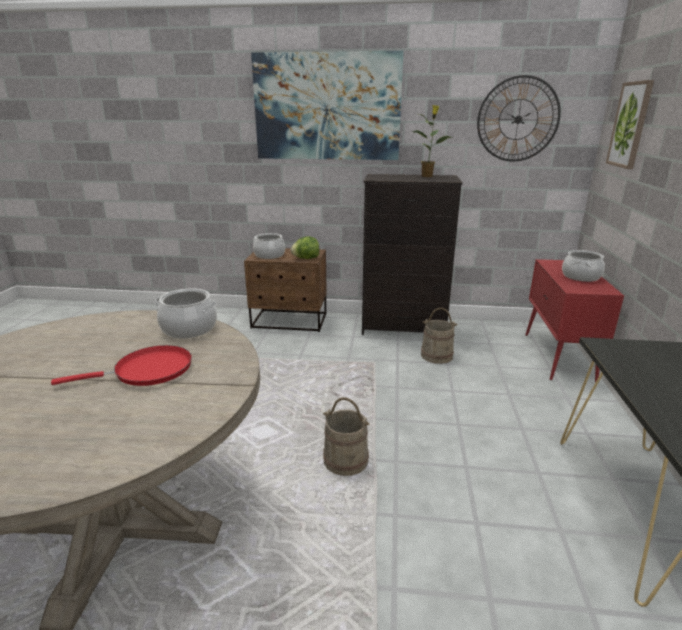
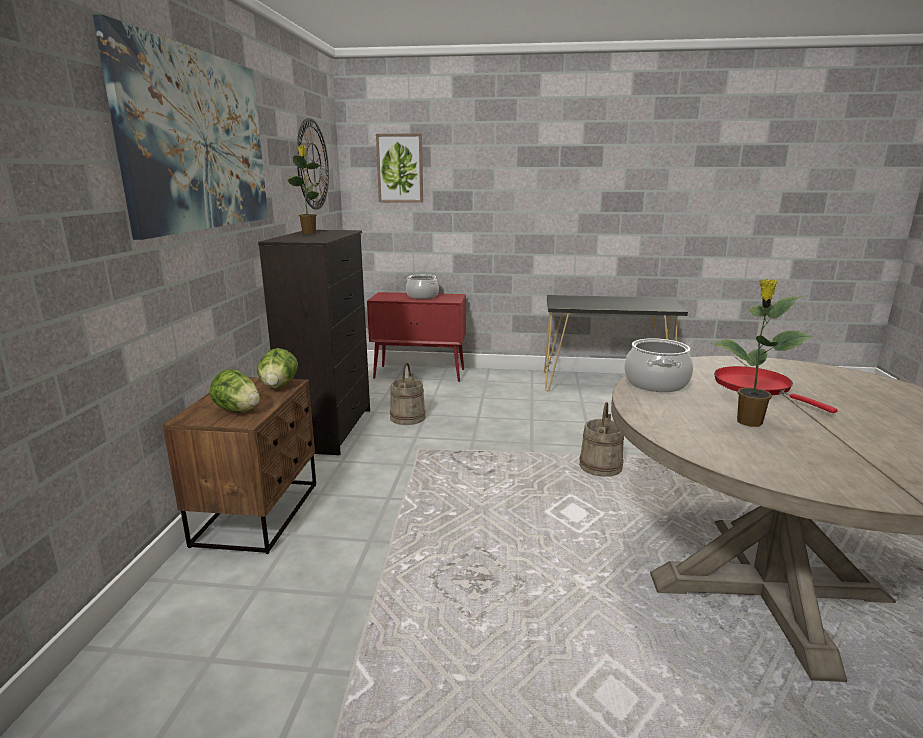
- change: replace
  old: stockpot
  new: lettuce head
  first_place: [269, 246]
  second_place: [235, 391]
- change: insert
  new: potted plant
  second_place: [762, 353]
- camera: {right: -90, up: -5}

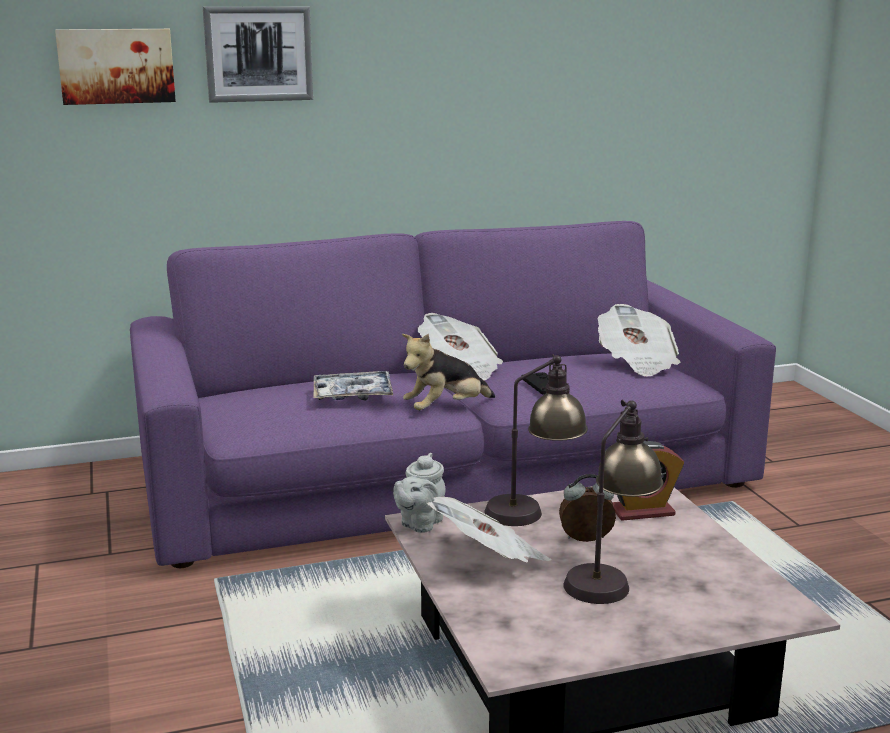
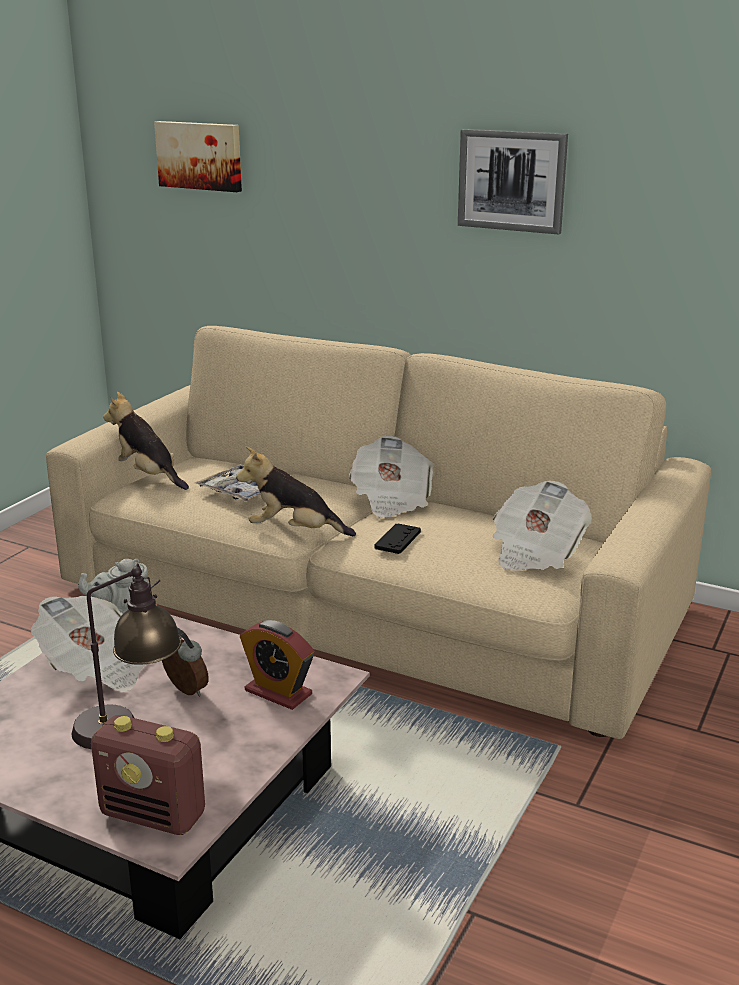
- change: recolor
  old: purple-coloured settee
  new: beige settee
  first_place: [453, 394]
  second_place: [378, 532]
- change: move
  old: picture
  first_place: [258, 54]
  second_place: [513, 181]
- change: delete
  old: lamp for a table
  first_place: [536, 440]
- change: insert
  new: radio receiver
  second_place: [148, 775]
- change: insert
  new: soft toy
  second_place: [146, 441]
- camera: {right: 45, up: 5}

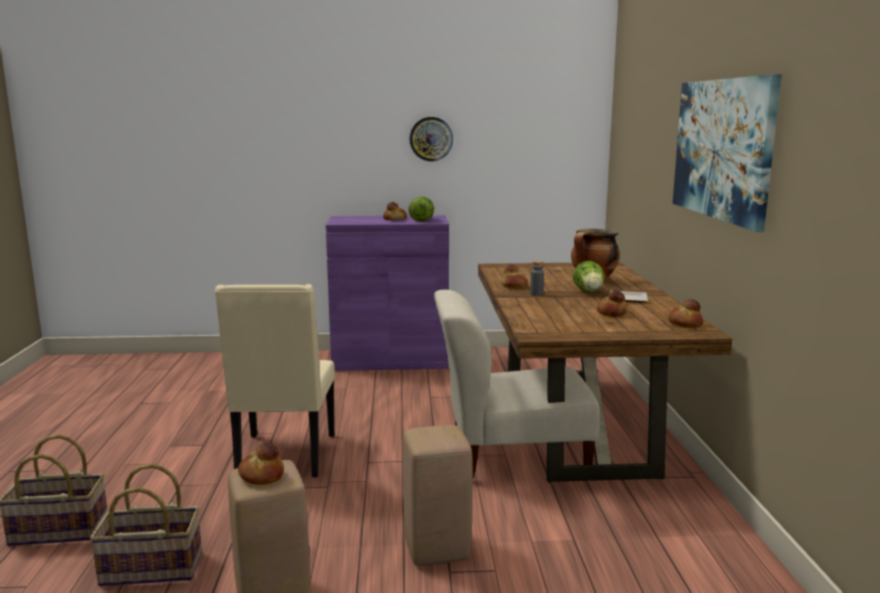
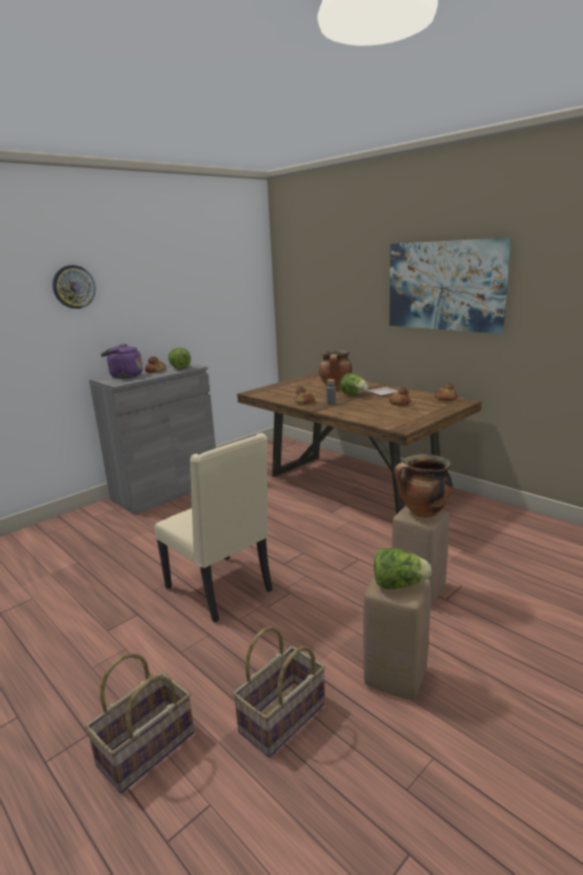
- change: replace
  old: bakery bread
  new: lettuce head
  first_place: [261, 464]
  second_place: [403, 568]
- change: recolor
  old: purple-coloured cupboard
  new: grey cupboard
  first_place: [387, 293]
  second_place: [152, 439]
- change: move
  old: wall clock
  first_place: [431, 139]
  second_place: [74, 287]
- change: delete
  old: beige chair
  first_place: [517, 383]
- change: insert
  new: purple-coloured tea kettle
  second_place: [122, 361]
- change: insert
  new: stockpot
  second_place: [423, 486]
- camera: {right: -40, up: 5}

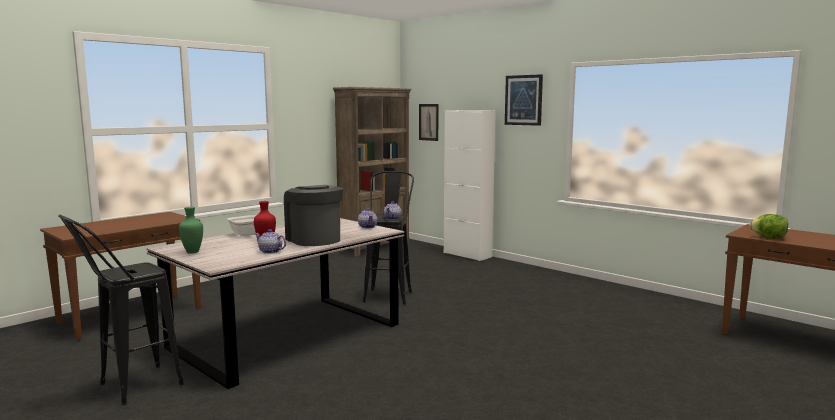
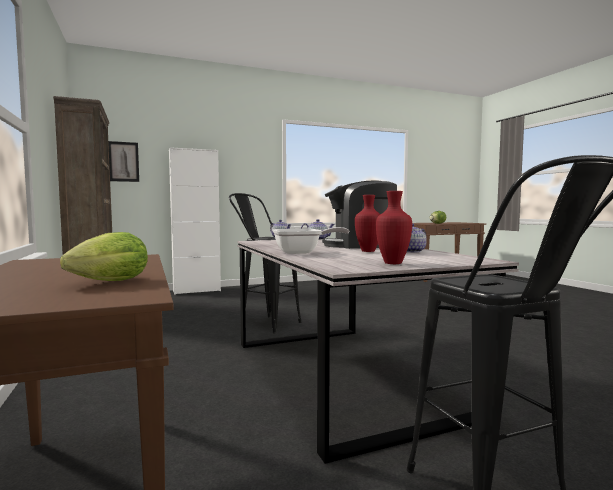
- change: recolor
  old: green-coloured decorative vase
  new: red-coloured decorative vase
  first_place: [191, 230]
  second_place: [394, 227]
- change: delete
  old: picture
  first_place: [524, 100]
- change: insert
  new: lettuce head
  second_place: [104, 256]
- camera: {right: -65, up: -5}

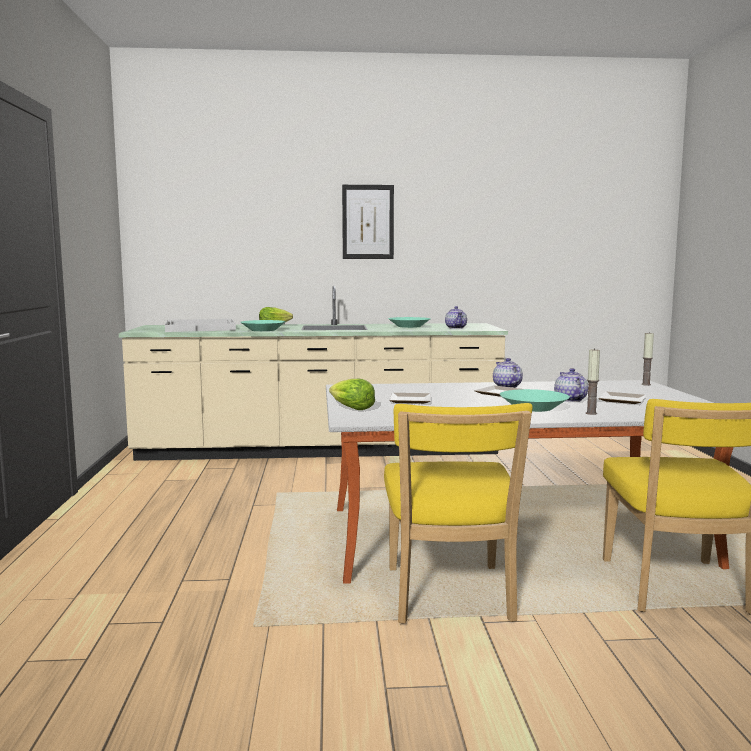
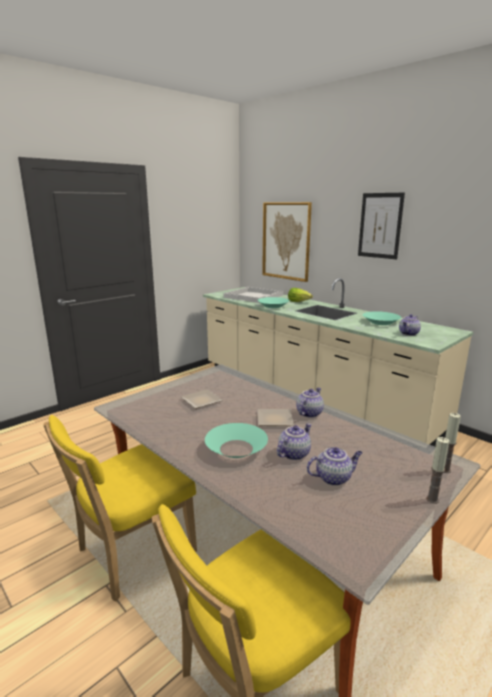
- change: delete
  old: lettuce head
  first_place: [352, 394]
- change: move
  old: wax light
  first_place: [593, 381]
  second_place: [437, 470]
- change: replace
  old: flat dish
  new: teapot
  first_place: [622, 398]
  second_place: [334, 466]
- change: insert
  new: picture
  second_place: [287, 242]
- camera: {right: 50, up: 10}

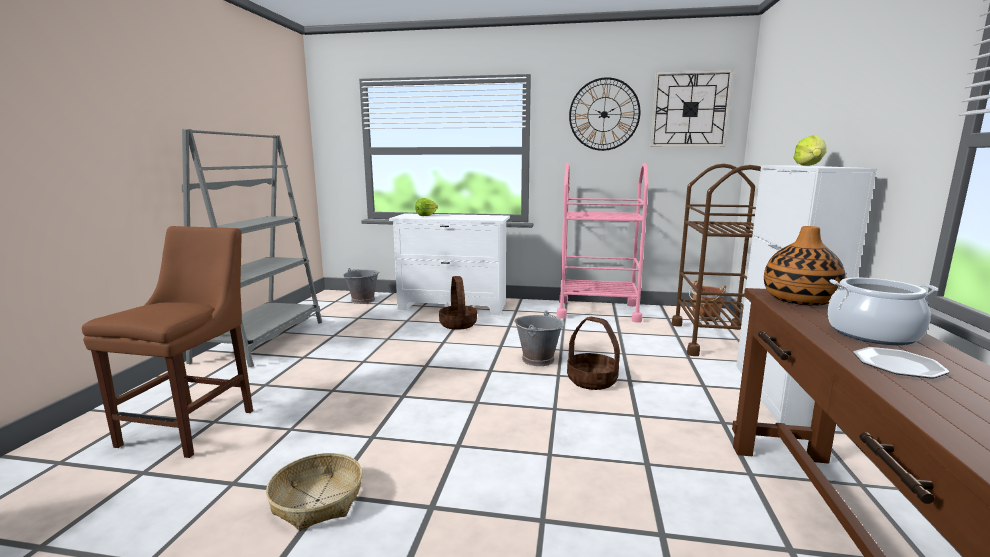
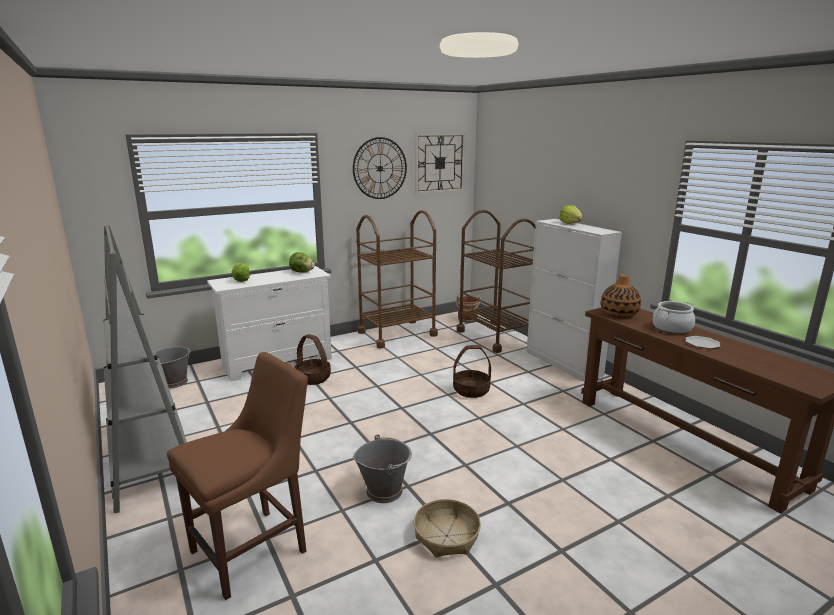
- change: rotate
  old: brown chair
  first_place: [167, 342]
  second_place: [237, 476]
  degrees: 75
- change: move
  old: grey bucket
  first_place: [539, 338]
  second_place: [382, 468]
- change: recolor
  old: pink cart
  new: brown cart
  first_place: [603, 243]
  second_place: [397, 279]
- change: insert
  new: lettuce head
  second_place: [302, 262]
- camera: {right: -40, up: 5}

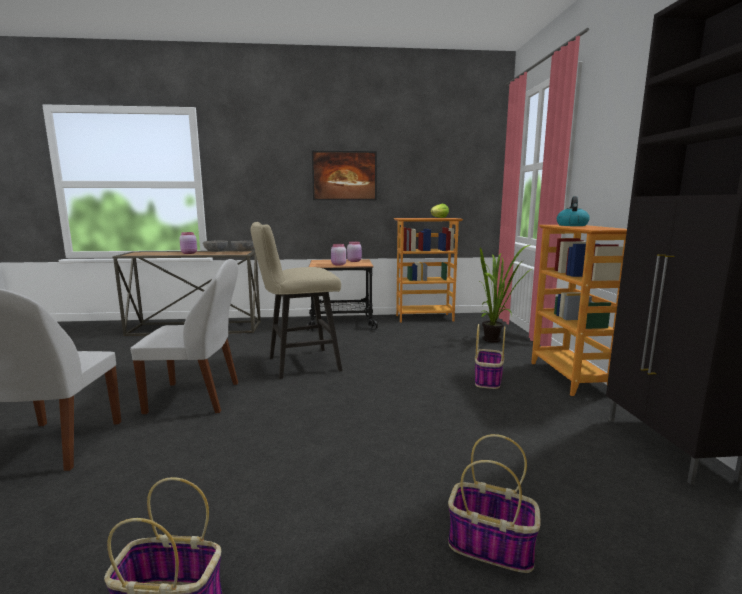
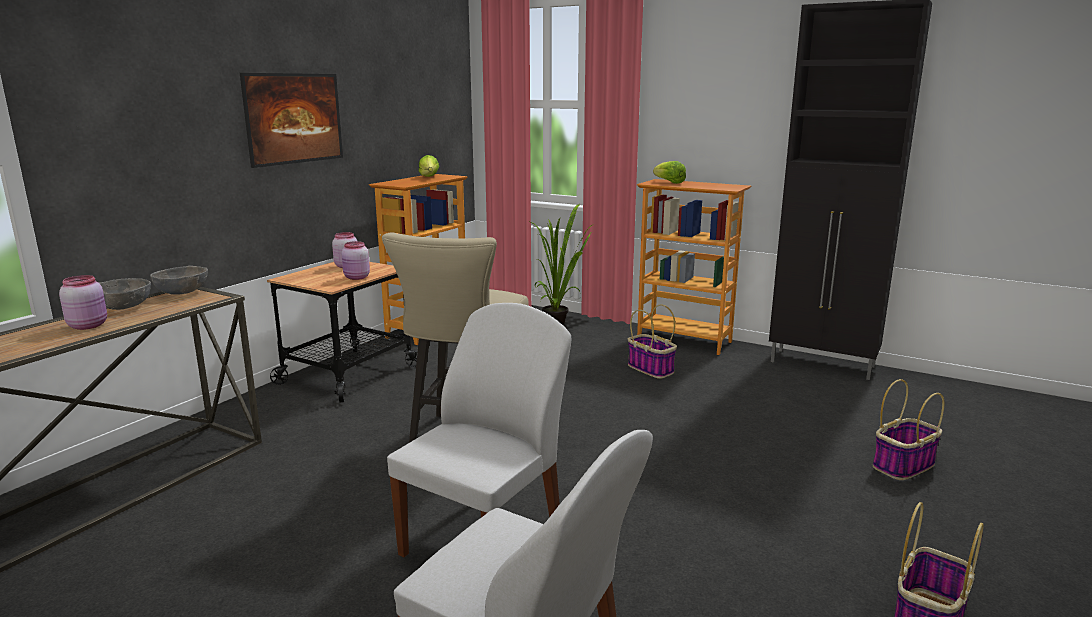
- change: replace
  old: tea kettle
  new: lettuce head
  first_place: [573, 211]
  second_place: [669, 172]
- camera: {right: -55, up: 5}

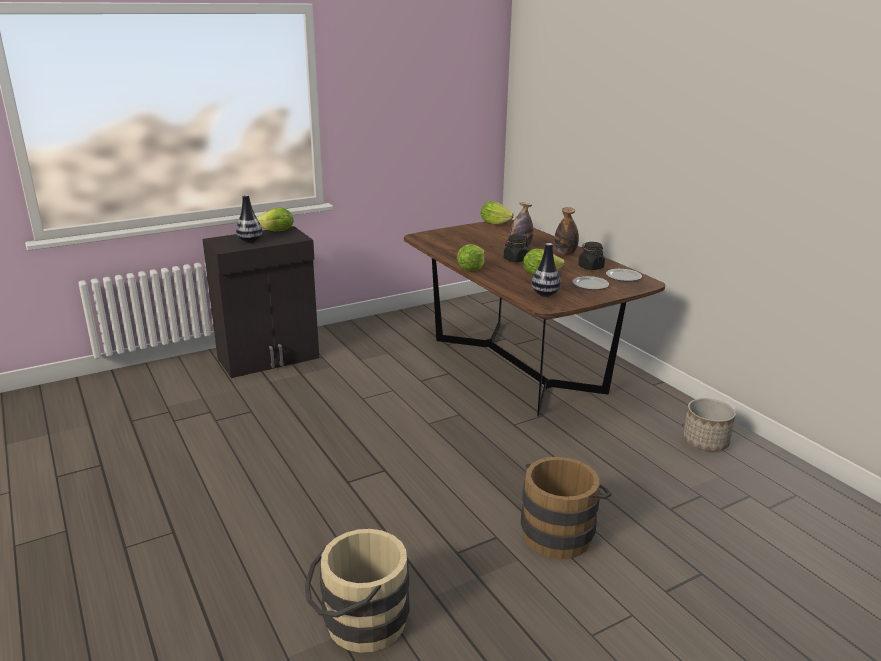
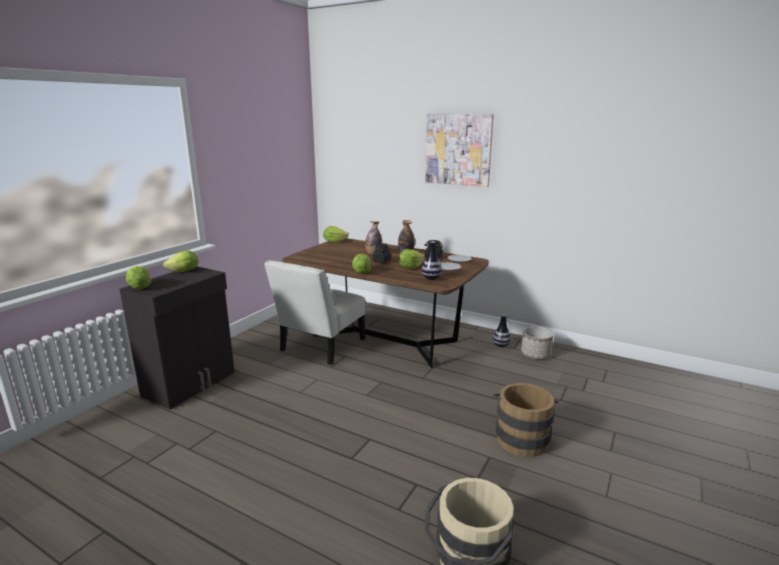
- change: move
  old: decorative vase
  first_place: [249, 219]
  second_place: [502, 331]
- change: insert
  new: lettuce head
  second_place: [138, 277]
- change: insert
  new: white-coloured chair
  second_place: [315, 312]
- change: insert
  new: picture
  second_place: [460, 150]
- camera: {right: -30, up: -5}

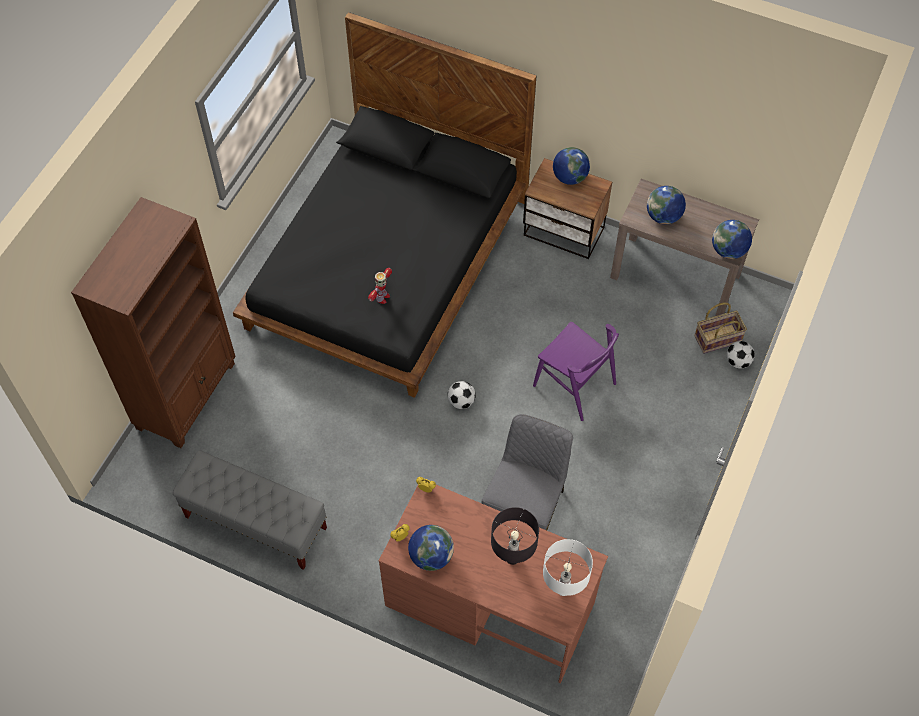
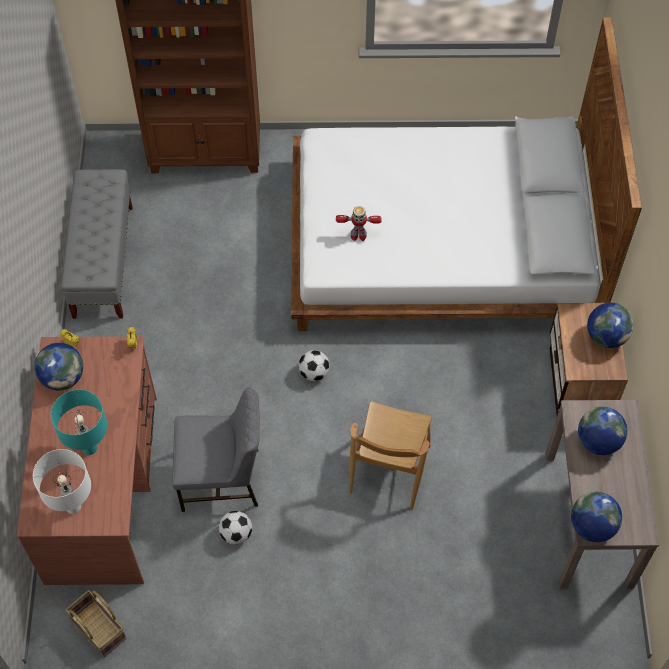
- change: recolor
  old: blackish sleeping bed
  new: white-coloured sleeping bed
  first_place: [384, 205]
  second_place: [466, 174]
- change: recolor
  old: blackish lamp for a table
  new: turquoise lamp for a table
  first_place: [515, 536]
  second_place: [79, 422]
- change: recolor
  old: purple-coloured chair
  new: brown chair
  first_place: [576, 371]
  second_place: [390, 455]
- change: move
  old: storage basket
  first_place: [720, 328]
  second_place: [95, 623]
- change: move
  old: football
  first_place: [740, 355]
  second_place: [235, 528]
- camera: {right: 65, up: 0}

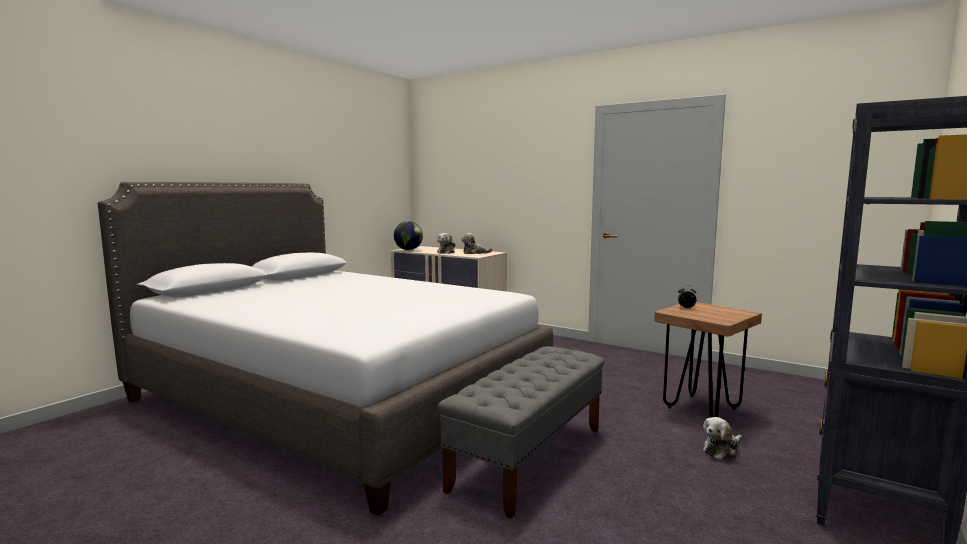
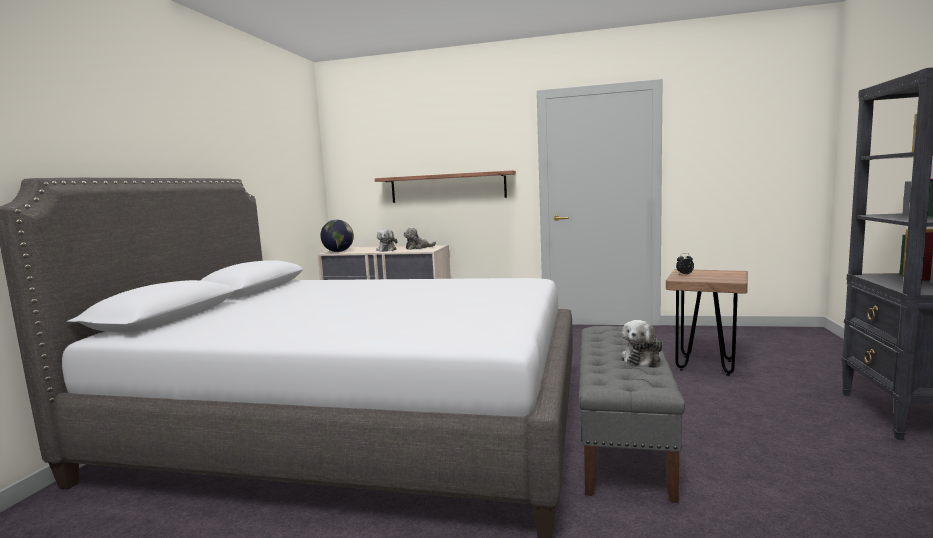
- change: move
  old: soft toy
  first_place: [722, 438]
  second_place: [642, 343]
- change: insert
  new: shelf
  second_place: [445, 186]
- camera: {right: -20, up: 0}

